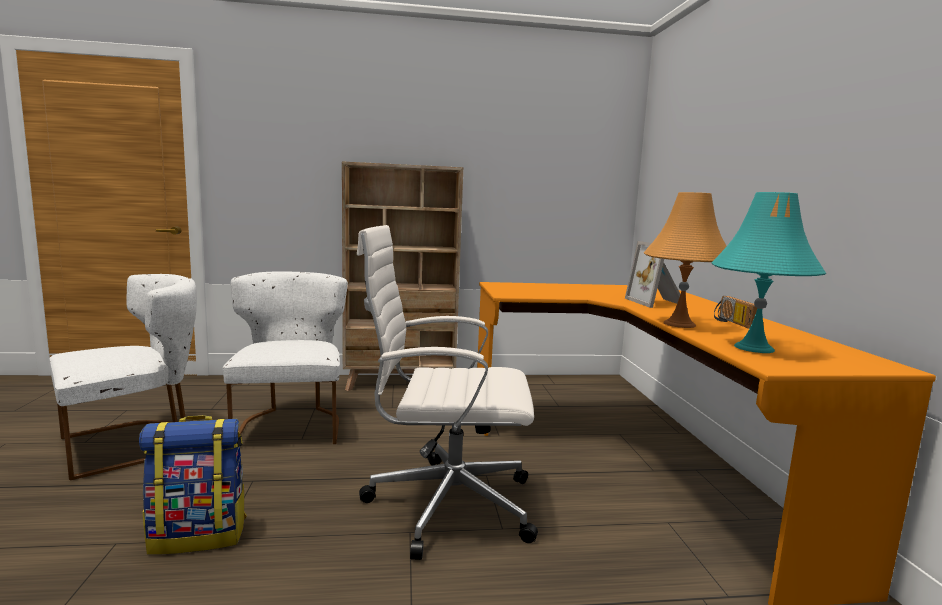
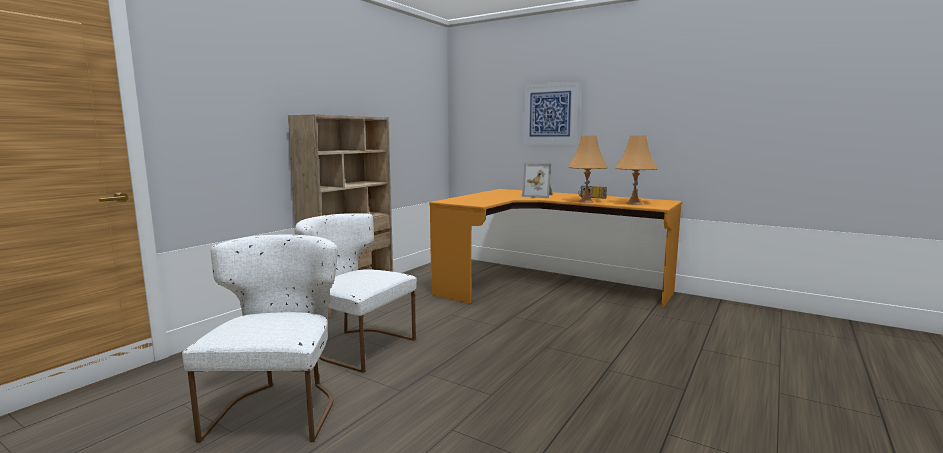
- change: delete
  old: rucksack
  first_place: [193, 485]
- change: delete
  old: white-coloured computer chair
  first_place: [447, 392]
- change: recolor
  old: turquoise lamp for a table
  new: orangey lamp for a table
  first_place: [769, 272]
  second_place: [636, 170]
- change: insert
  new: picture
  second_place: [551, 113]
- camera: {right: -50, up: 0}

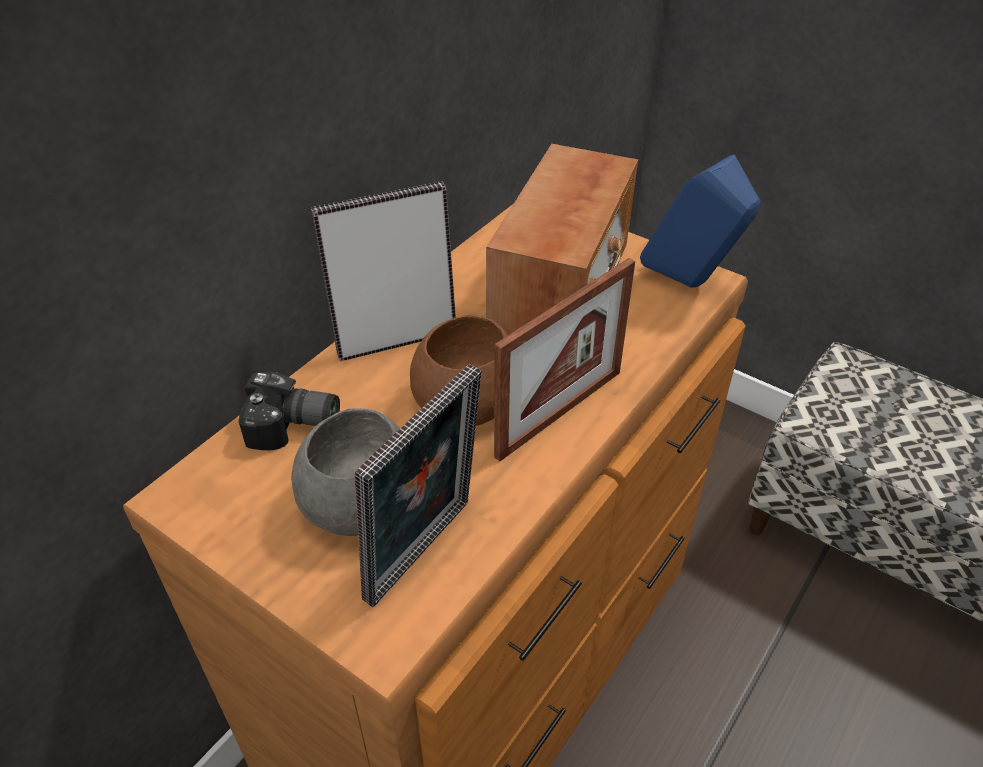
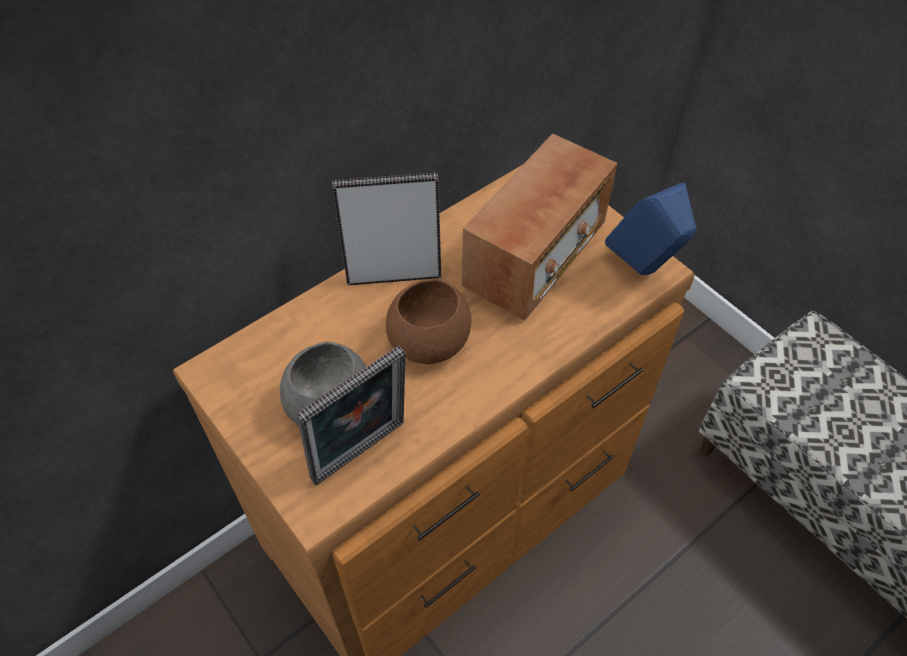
- change: delete
  old: still camera
  first_place: [289, 411]
- change: delete
  old: photo frame
  first_place: [564, 359]
- camera: {right: 15, up: 10}

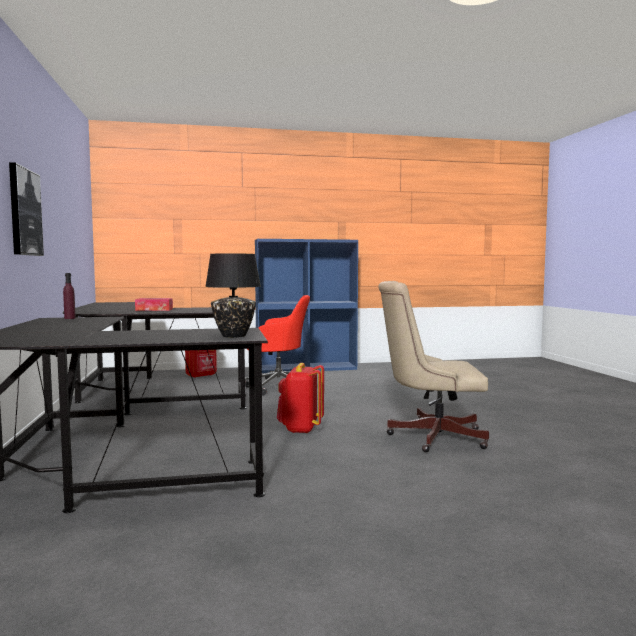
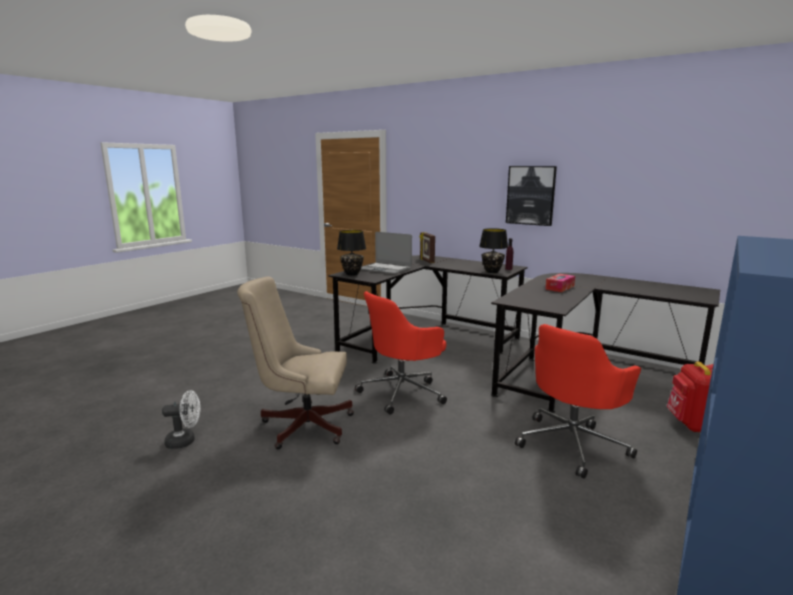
- change: replace
  old: red-coloured rucksack
  new: red-coloured computer chair
  first_place: [300, 398]
  second_place: [401, 353]
- change: rotate
  old: beige computer chair
  first_place: [433, 366]
  second_place: [295, 362]
  degrees: -135
- change: insert
  new: white-coloured electric fan
  second_place: [181, 419]
- change: insert
  new: portable computer
  second_place: [386, 253]
- change: insert
  new: photo frame
  second_place: [427, 247]
- change: insert
  new: blackish lamp for a table
  second_place: [493, 250]
- camera: {right: 135, up: 10}

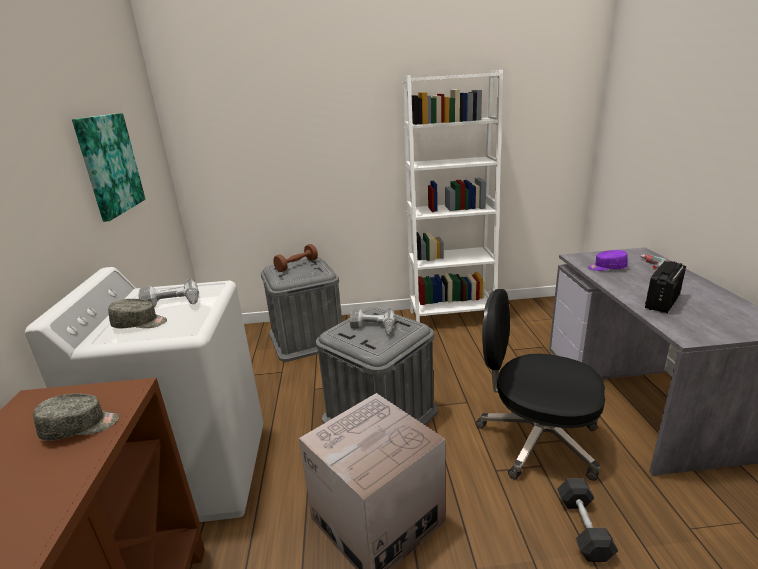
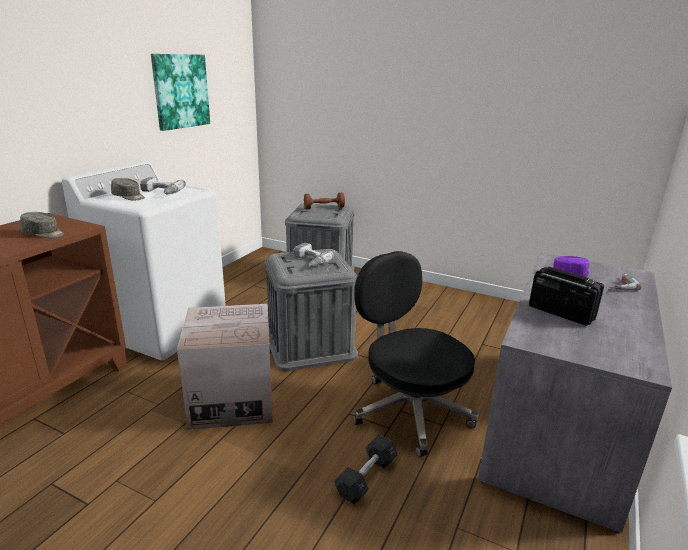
- change: delete
  old: white-coloured shelving unit
  first_place: [452, 196]
- change: rotate
  old: radio receiver
  first_place: [665, 287]
  second_place: [566, 296]
  degrees: 60
- camera: {right: 30, up: 0}

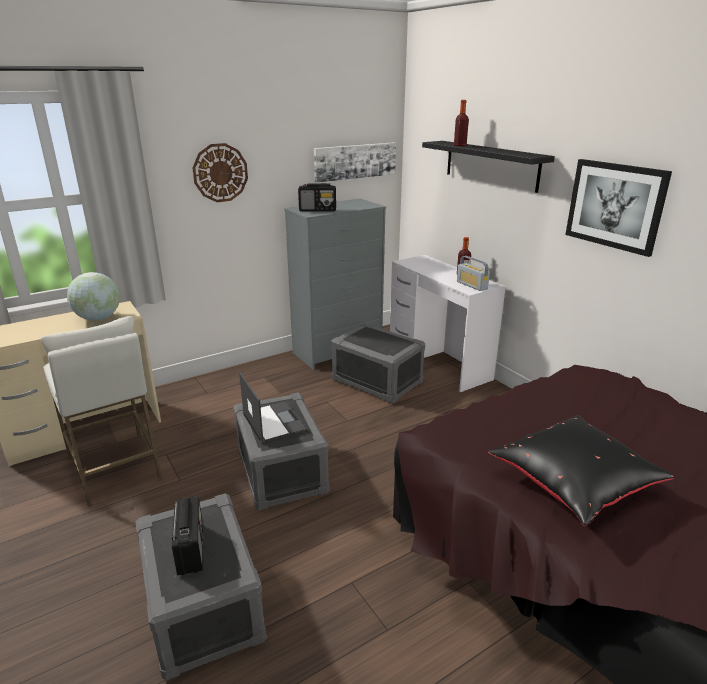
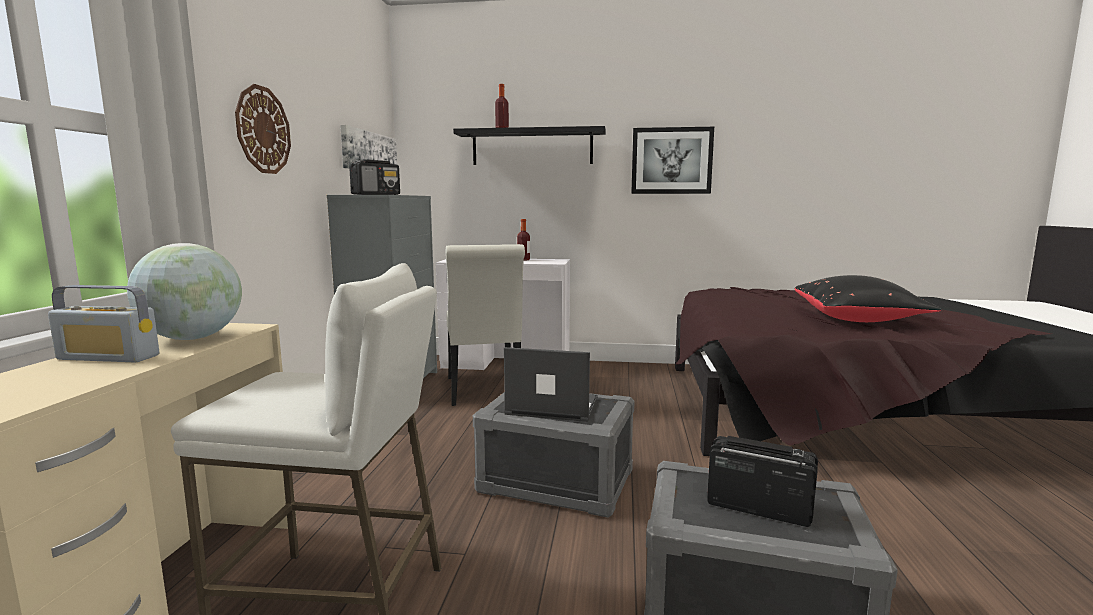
- change: replace
  old: grey storage box
  new: white-coloured chair
  first_place: [378, 363]
  second_place: [485, 325]
- change: move
  old: radio receiver
  first_place: [473, 273]
  second_place: [103, 323]
- camera: {right: -50, up: -15}

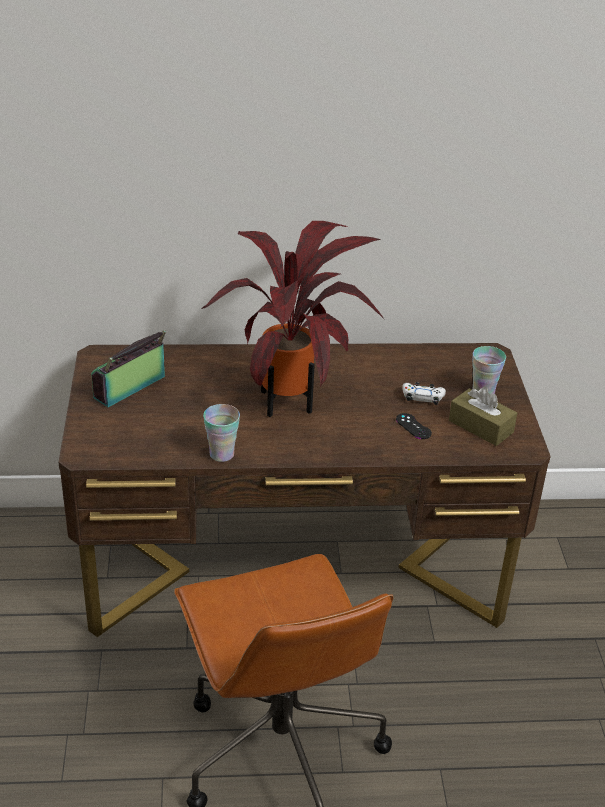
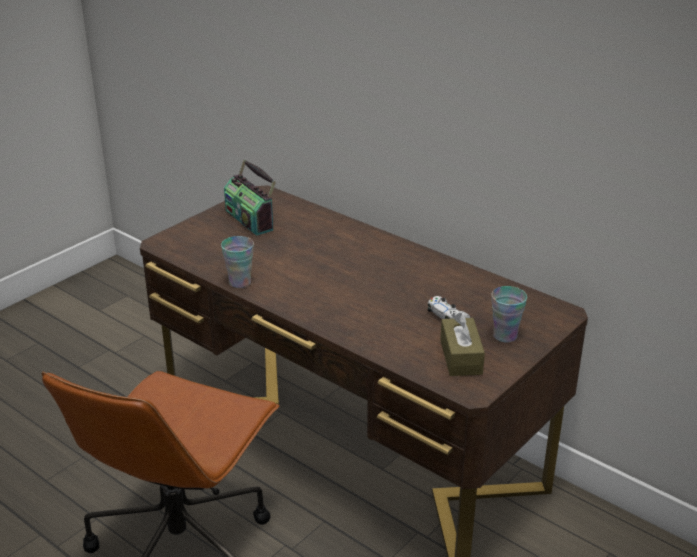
- change: rotate
  old: radio receiver
  first_place: [128, 368]
  second_place: [250, 197]
  degrees: -120
- change: delete
  old: potted plant
  first_place: [292, 319]
- change: delete
  old: blackish game controller
  first_place: [414, 426]
- camera: {right: 45, up: -5}

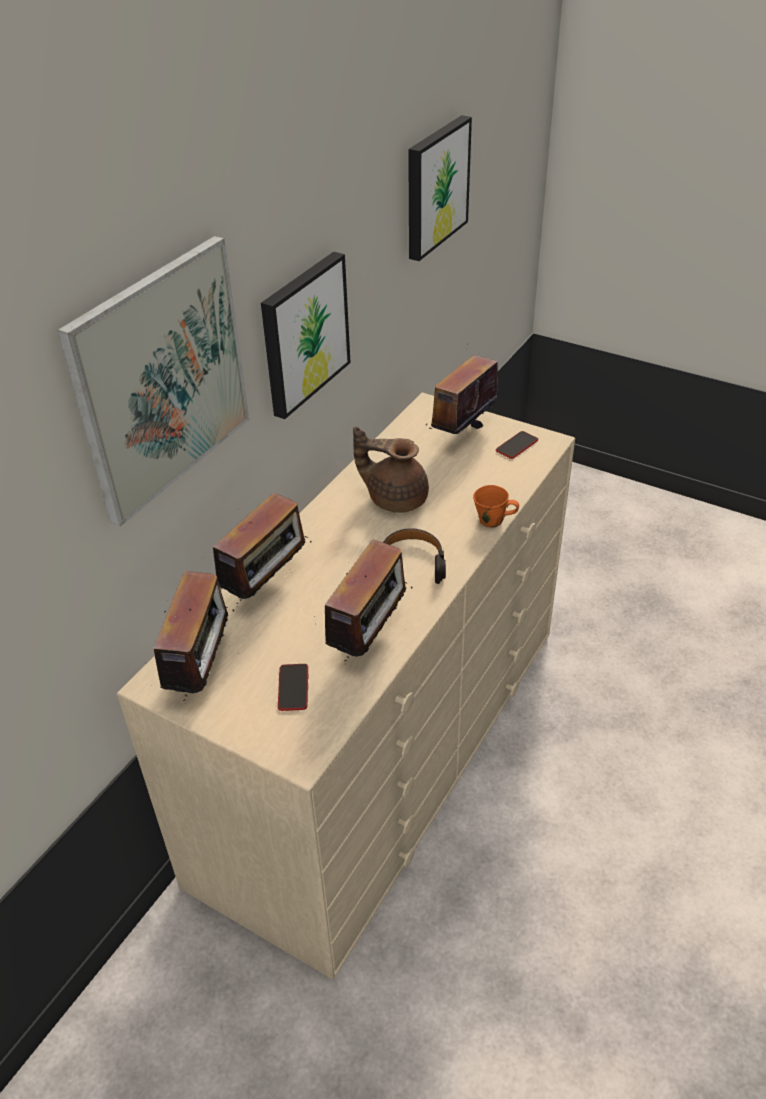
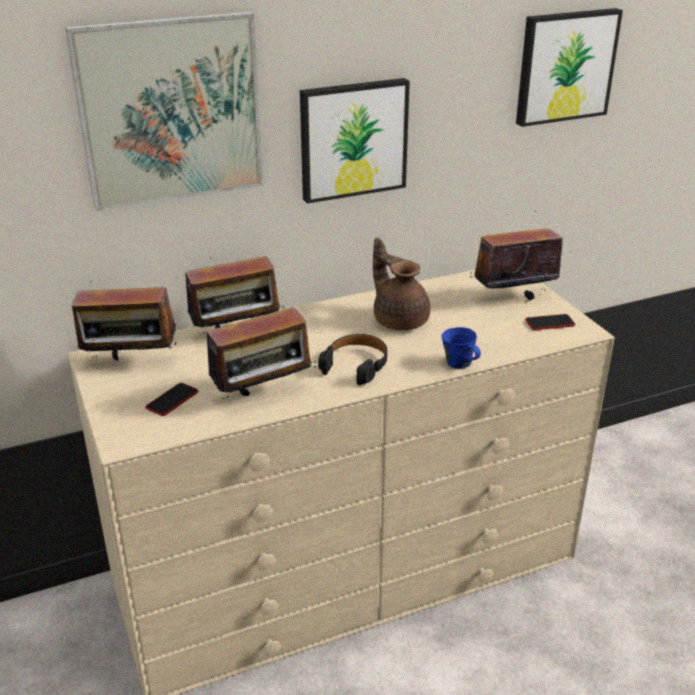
- change: rotate
  old: radio receiver
  first_place: [190, 637]
  second_place: [123, 316]
  degrees: 45
- change: recolor
  old: orangey tea mug
  new: blue tea mug
  first_place: [496, 506]
  second_place: [461, 348]
- camera: {right: 35, up: -10}

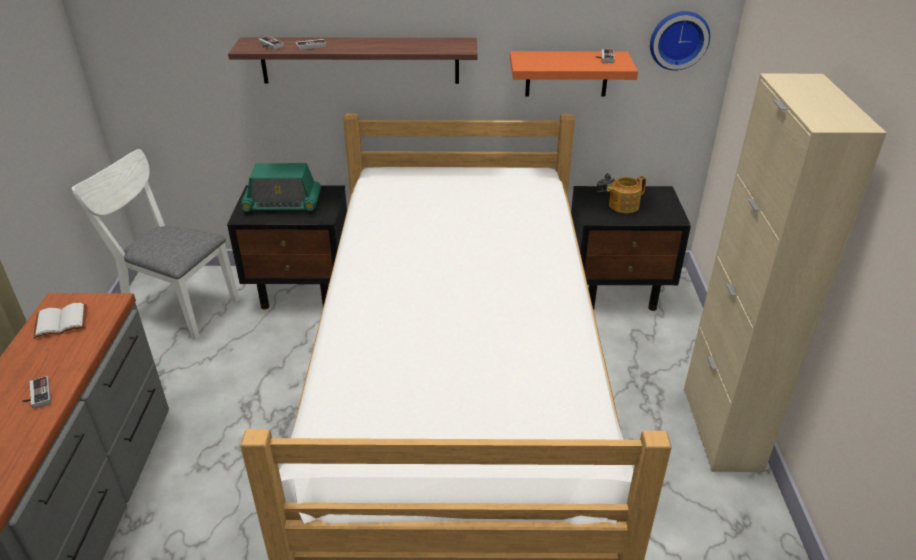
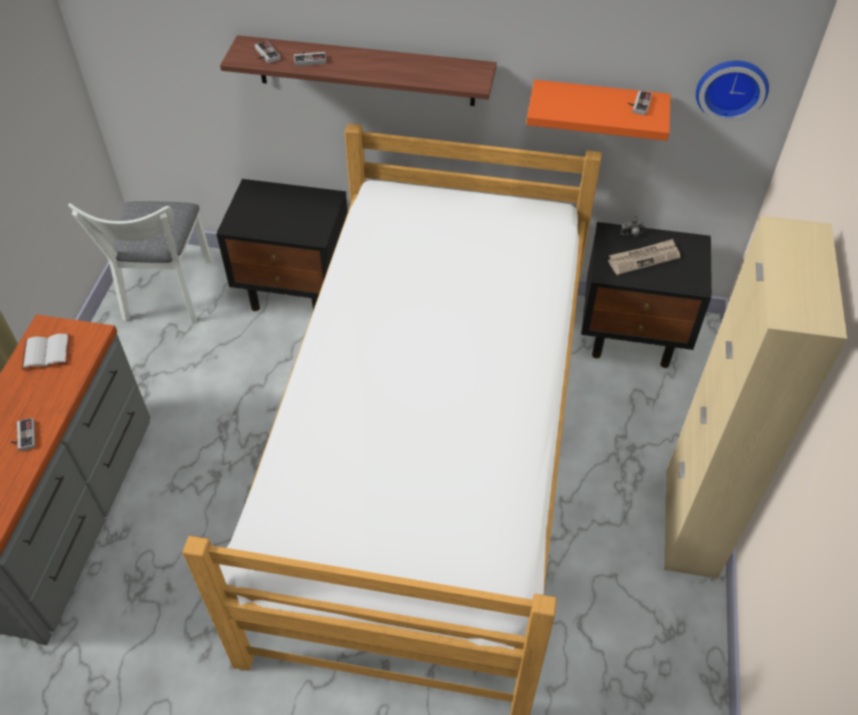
- change: rotate
  old: white-coloured chair
  first_place: [155, 244]
  second_place: [140, 262]
  degrees: -120
- change: delete
  old: radio receiver
  first_place: [280, 187]
- change: replace
  old: teapot
  new: newspaper
  first_place: [626, 194]
  second_place: [644, 257]
- camera: {right: 10, up: 15}

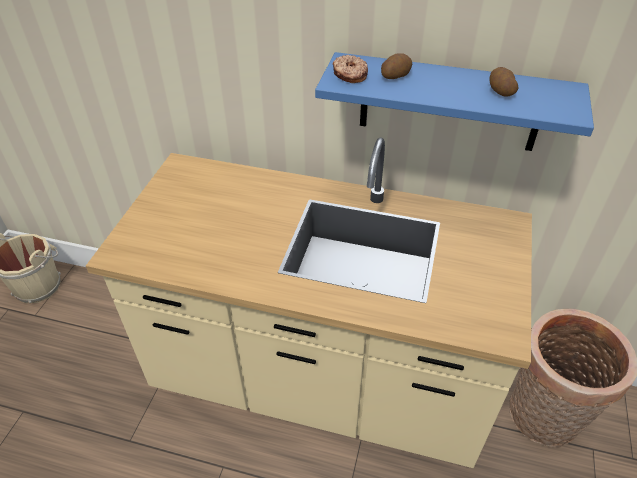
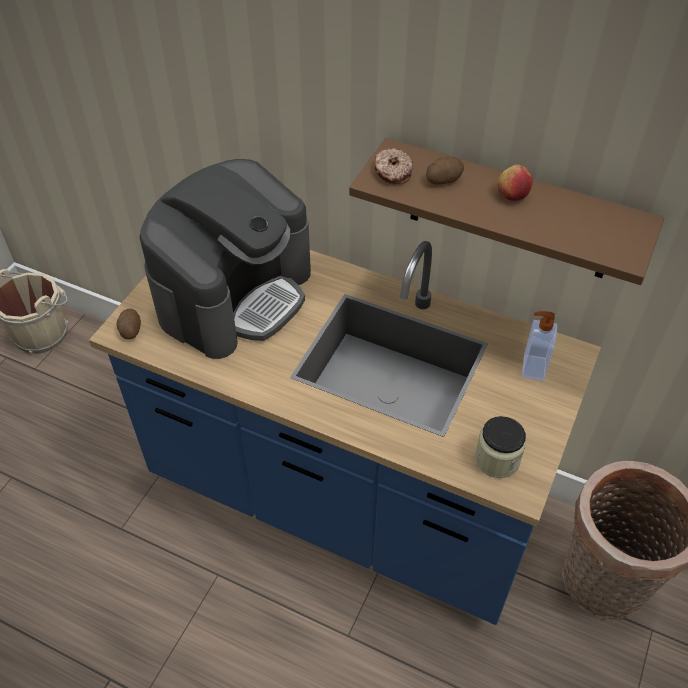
- change: recolor
  old: beige kitchen base unit
  new: blue kitchen base unit
  first_place: [309, 302]
  second_place: [345, 433]
- change: recolor
  old: blue shelf
  new: brown shelf
  first_place: [454, 101]
  second_place: [506, 211]
- change: move
  old: spud
  first_place: [504, 82]
  second_place: [128, 324]
- change: insert
  new: coffee maker
  second_place: [225, 259]
- change: insert
  new: jar
  second_place: [500, 447]
- change: insert
  new: apple fruit
  second_place: [515, 183]
- change: insert
  new: soap dispenser
  second_place: [539, 346]
- camera: {right: 10, up: 5}

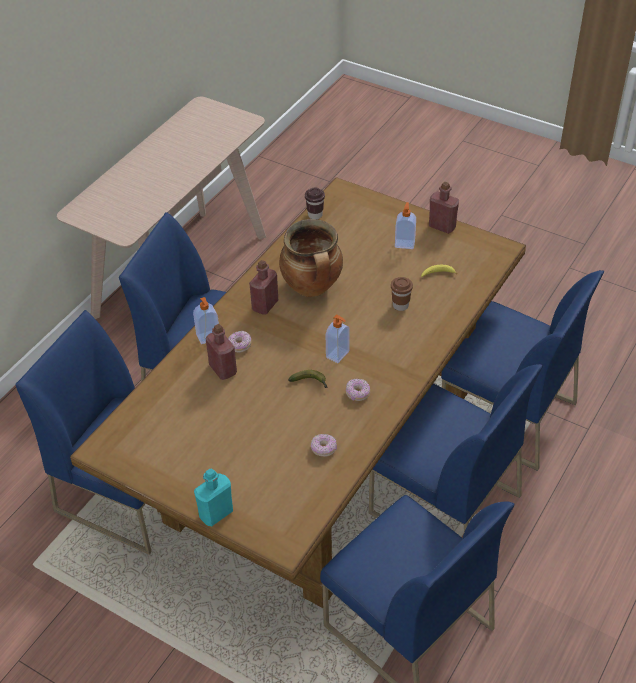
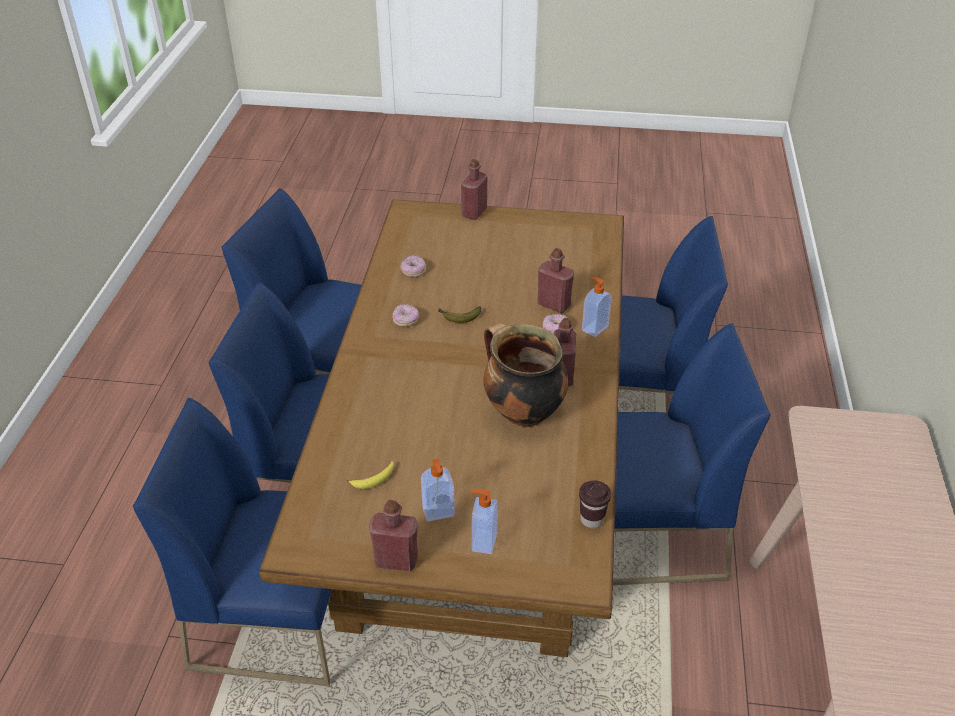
- change: recolor
  old: turquoise bottle
  new: red-coloured bottle
  first_place: [213, 497]
  second_place: [474, 189]
- change: move
  old: soap dispenser
  first_place: [338, 339]
  second_place: [485, 521]
- change: delete
  old: brown cup
  first_place: [402, 294]
- camera: {right: 155, up: -5}

